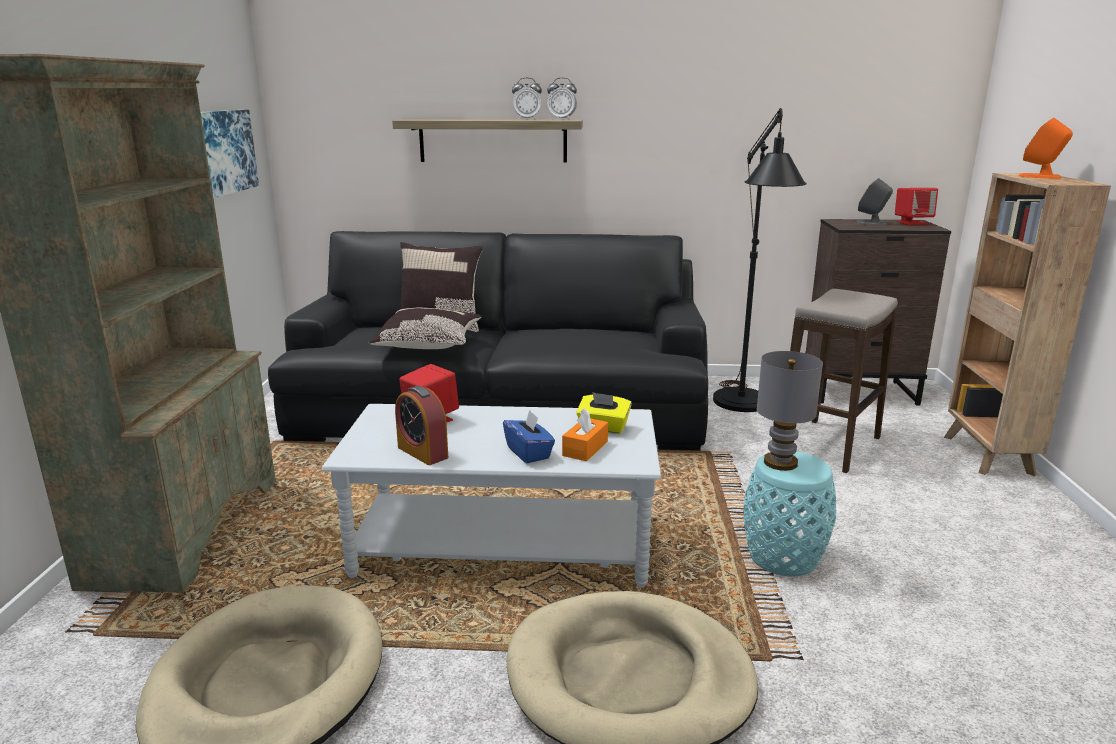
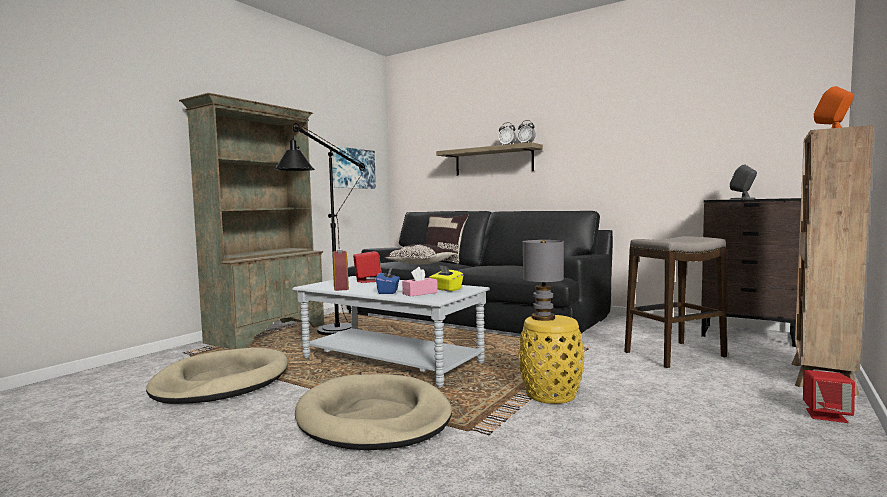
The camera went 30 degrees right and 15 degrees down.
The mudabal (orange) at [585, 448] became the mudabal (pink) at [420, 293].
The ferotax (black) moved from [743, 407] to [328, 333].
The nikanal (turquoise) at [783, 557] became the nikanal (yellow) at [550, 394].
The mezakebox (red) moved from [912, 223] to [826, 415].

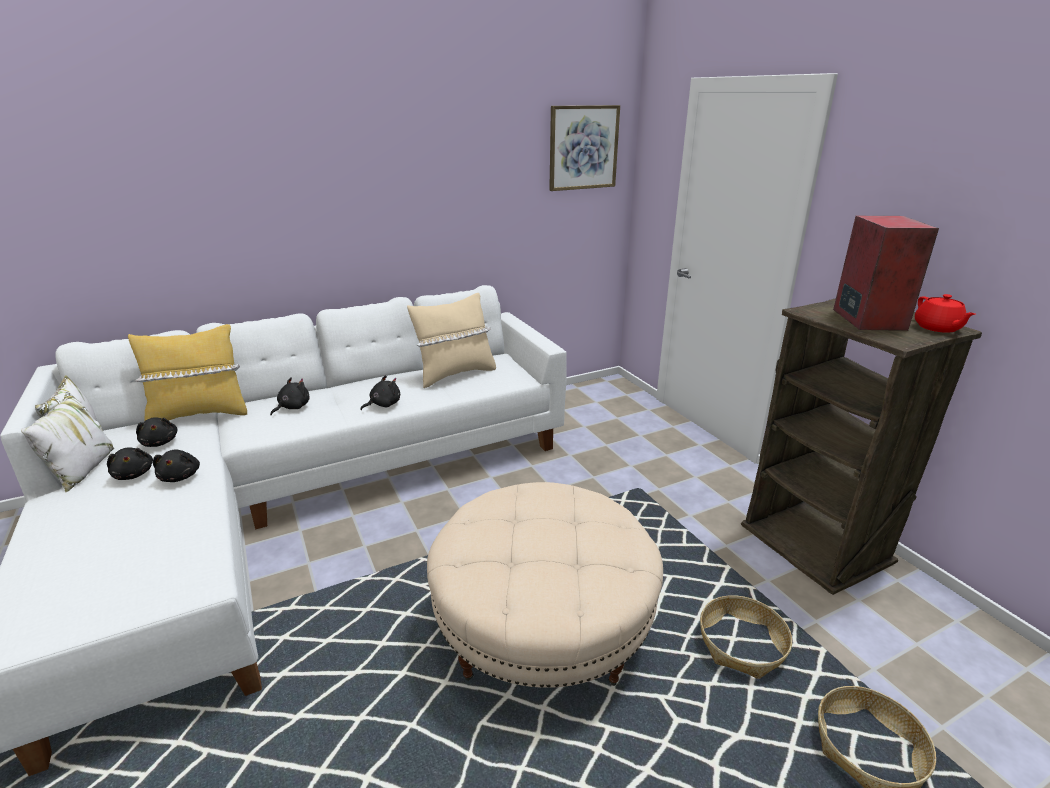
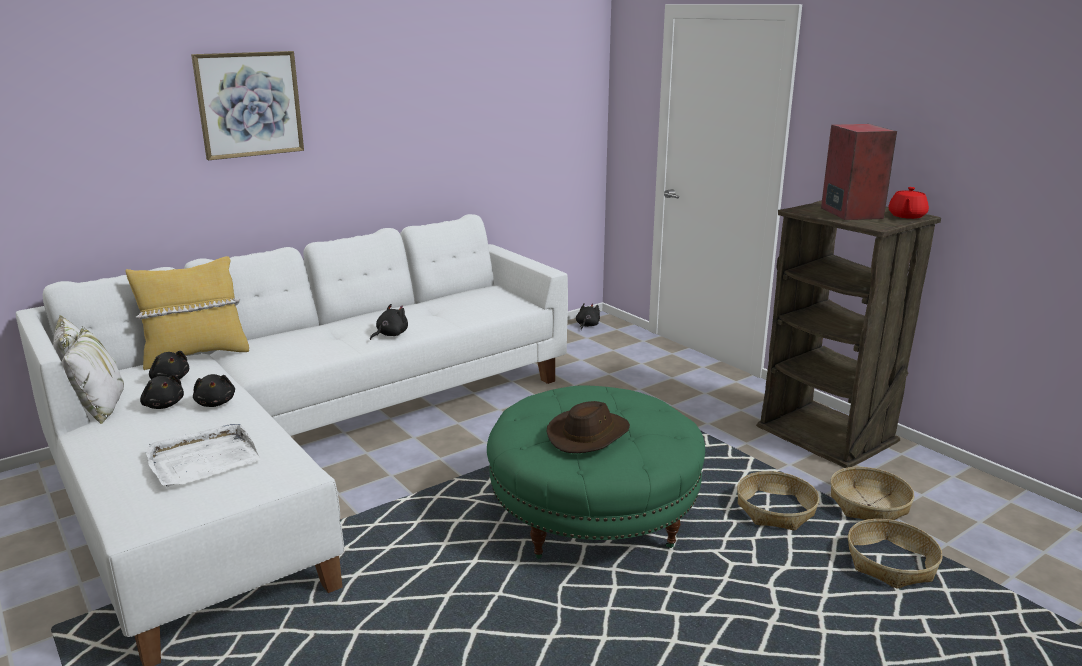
The camera went 10 degrees left and 5 degrees down.
The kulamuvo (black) moved from [292, 407] to [587, 325].
The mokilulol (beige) at [455, 374] disappeared.
The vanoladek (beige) at [543, 625] became the vanoladek (green) at [593, 516].
The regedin moved from [583, 148] to [249, 104].
The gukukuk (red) at [937, 328] turned 45 degrees clockwise.
The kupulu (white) at [202, 459] appeared.
The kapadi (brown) at [589, 434] appeared.
The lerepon at [869, 505] appeared.

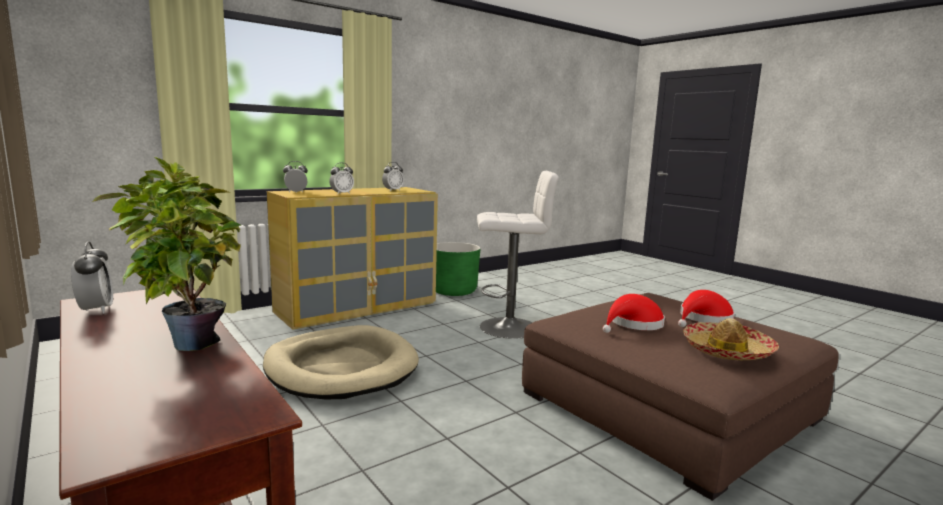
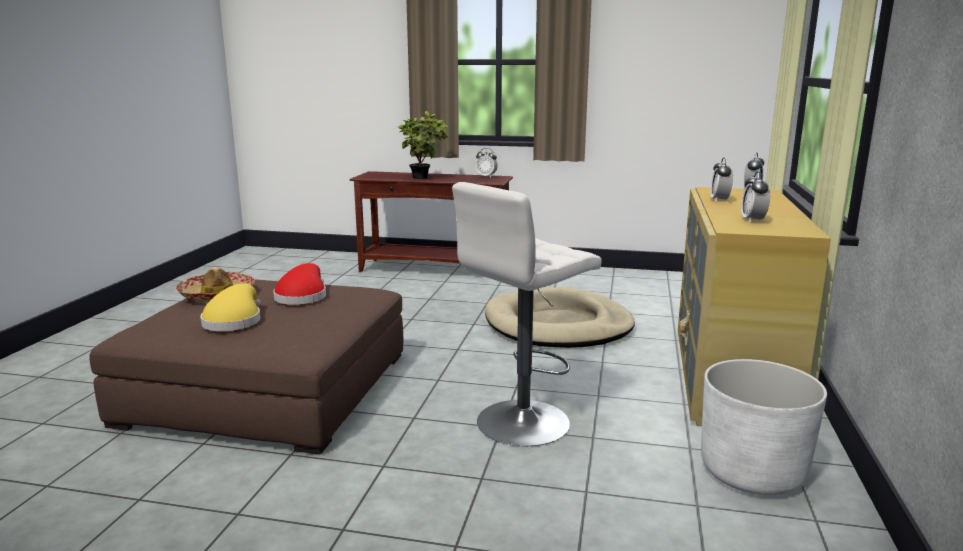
The camera went 140 degrees right and 5 degrees up.
The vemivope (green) at [453, 291] became the vemivope (white) at [752, 472].
The kapadi (red) at [703, 319] became the kapadi (yellow) at [234, 321].

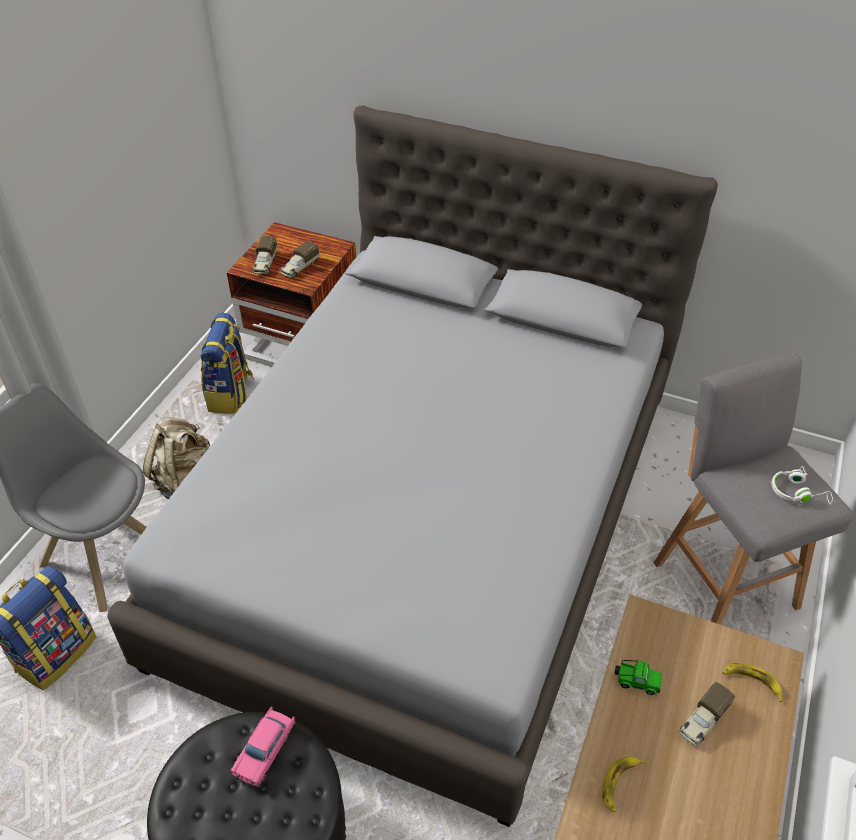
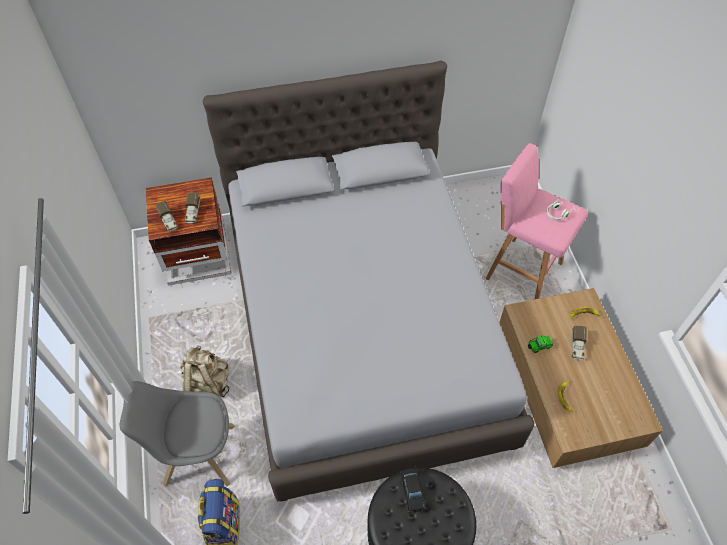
The camera went 35 degrees left and 10 degrees up.
The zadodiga at [231, 394] disappeared.
The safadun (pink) at [265, 750] became the safadun (black) at [412, 491].
The nikanal (grey) at [722, 580] became the nikanal (pink) at [521, 269].

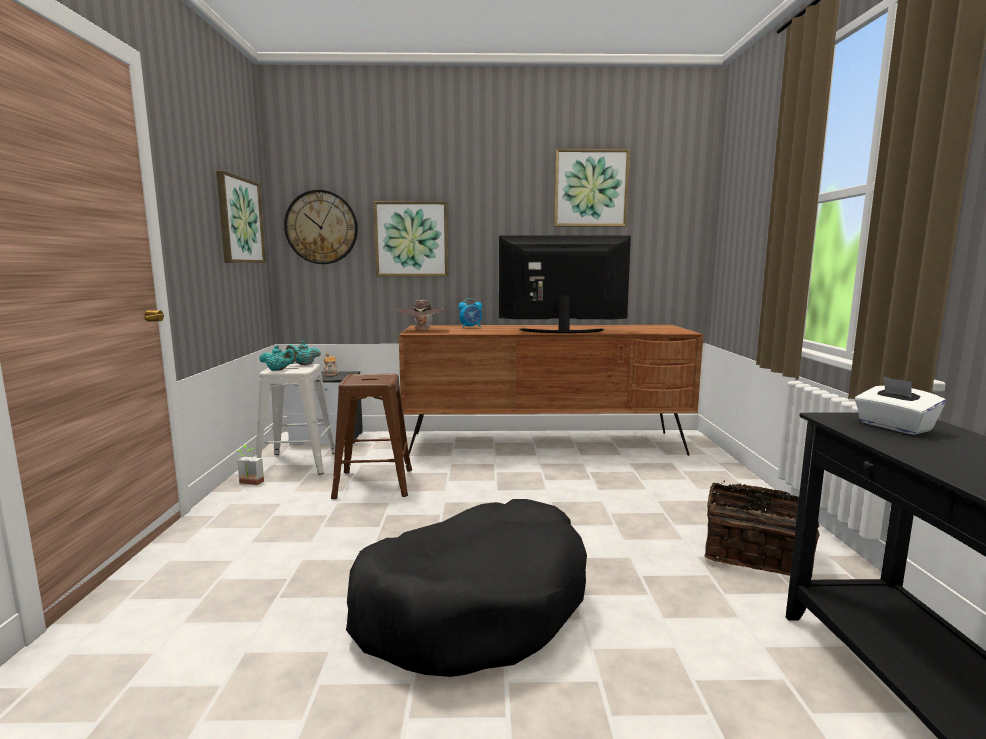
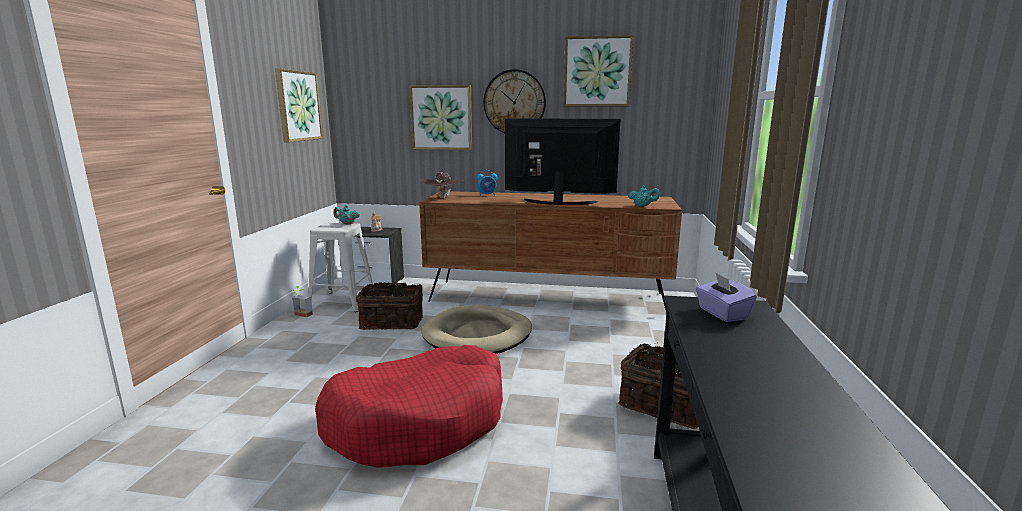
The camera went 10 degrees right and 5 degrees up.
The gukukuk (turquoise) moved from [278, 370] to [642, 206].
The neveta moved from [321, 227] to [514, 102].
The nikanal (brown) at [374, 483] was replaced by the lerepon at [392, 322].
The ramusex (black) at [473, 605] became the ramusex (red) at [419, 421].
The mudabal (white) at [894, 427] became the mudabal (purple) at [722, 313].
The ramusex (beige) at [478, 335] appeared.

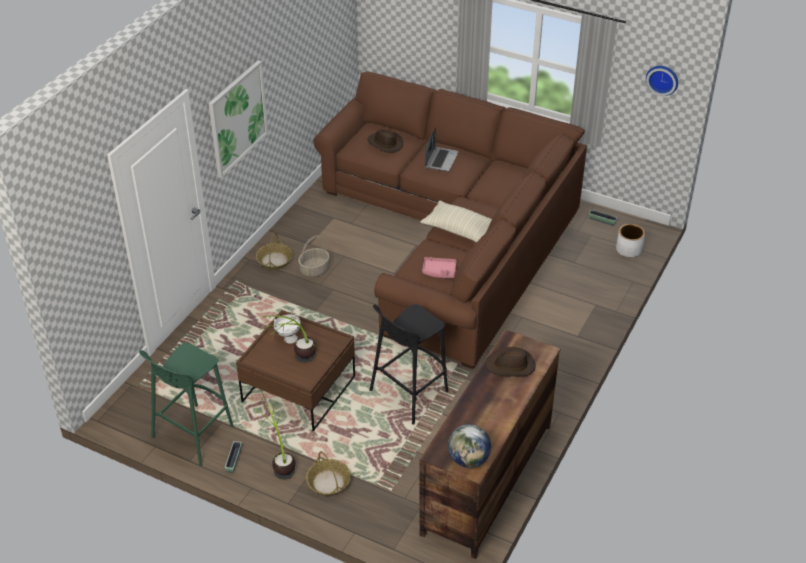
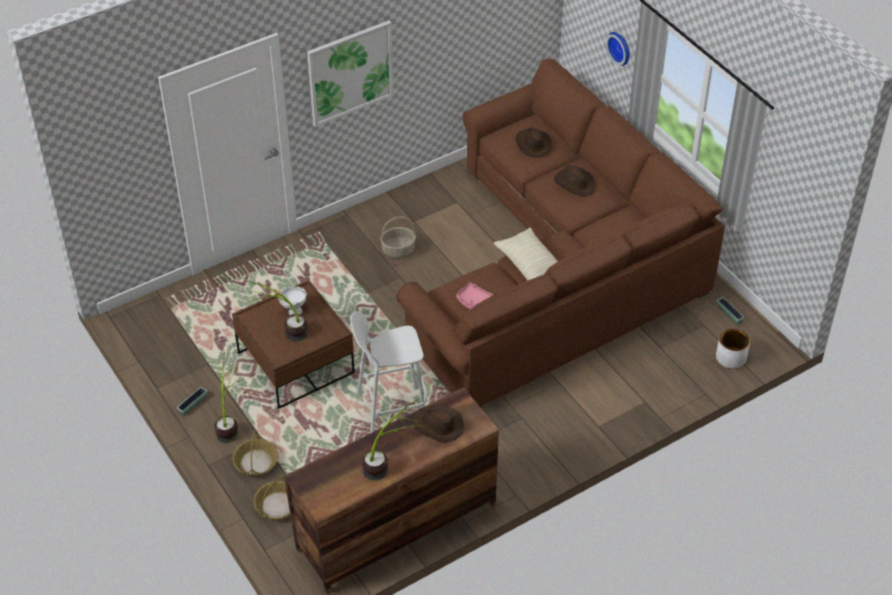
The camera went 30 degrees right and 5 degrees up.
The nikanal (green) at [193, 435] disappeared.
The lerepon moved from [275, 261] to [277, 505].
The nikanal (black) at [409, 394] became the nikanal (white) at [390, 412].
The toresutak at [441, 159] was replaced by the kapadi (brown) at [574, 183].
The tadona at [469, 460] disappeared.
The neveta moved from [663, 79] to [620, 47].
The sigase at [389, 466] appeared.

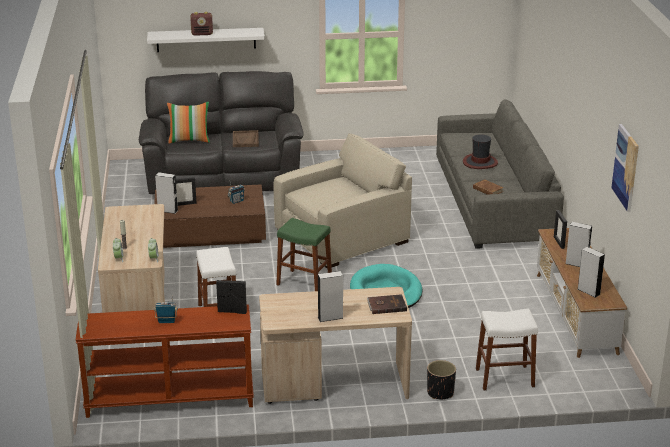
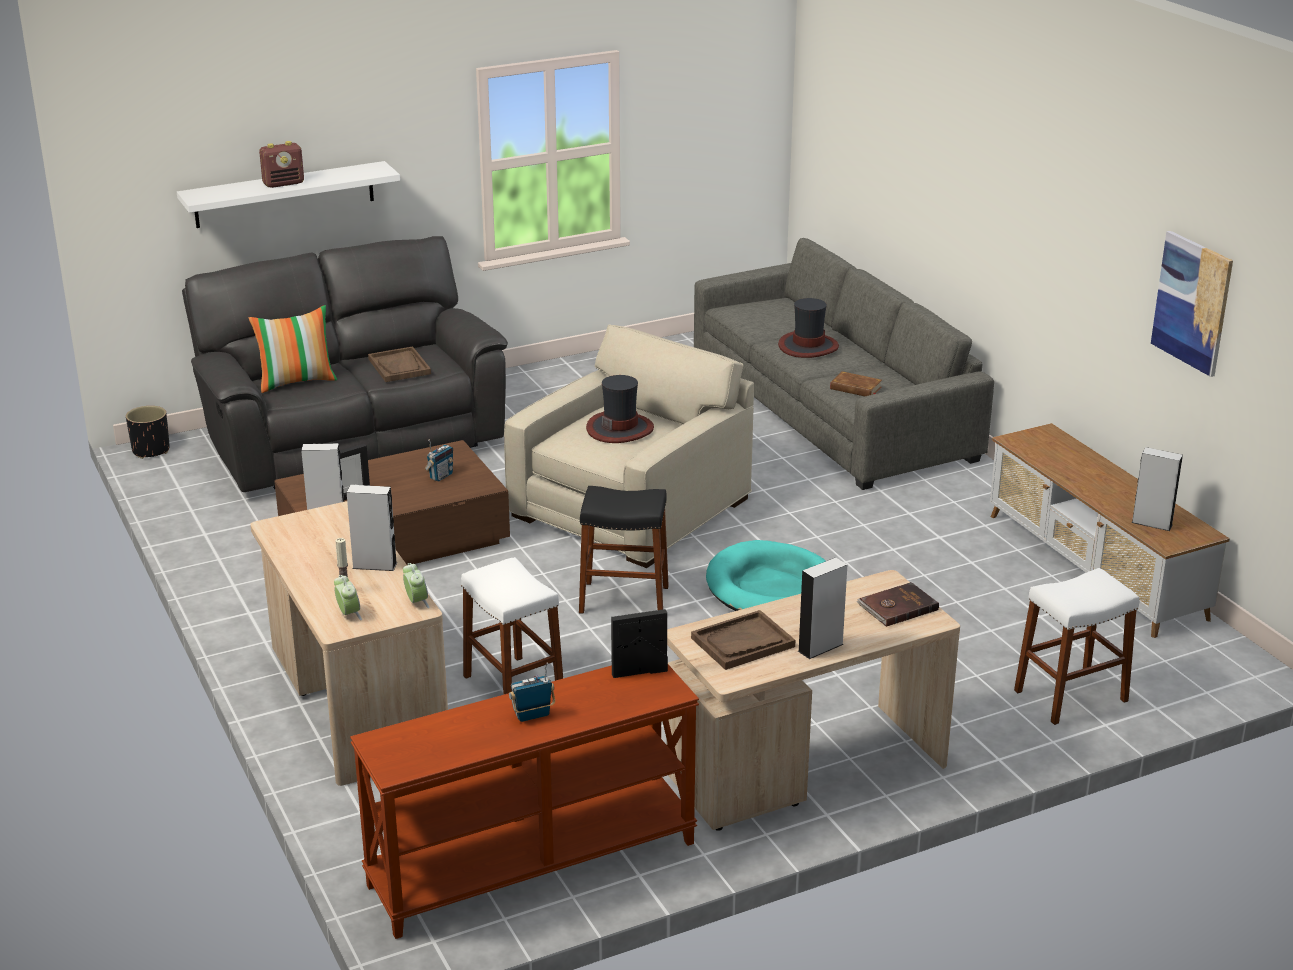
The camera went 20 degrees left and 0 degrees up.
The nikanal (green) at [304, 282] became the nikanal (black) at [624, 599].
The vemivope (black) moved from [440, 392] to [151, 450].
The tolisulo at [559, 242] disappeared.
The mezakebox (grey) moved from [576, 264] to [374, 565].
The kapadi at [620, 428] appeared.
The kupulu (brown) at [742, 643] appeared.

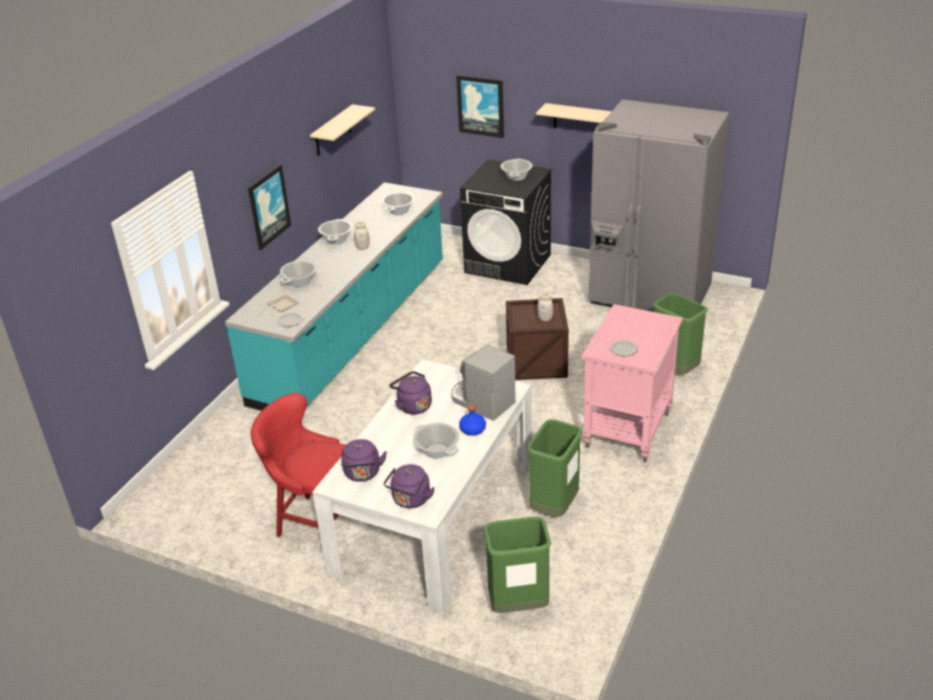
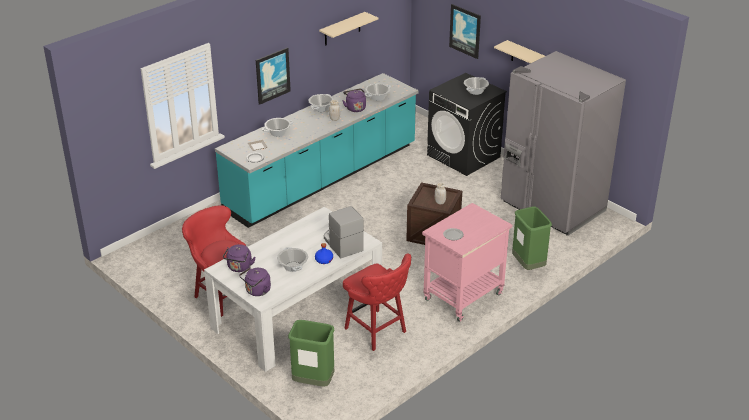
The camera went 20 degrees right and 0 degrees up.
The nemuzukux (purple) moved from [412, 406] to [355, 108].
The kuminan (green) at [554, 507] was replaced by the nikanal (red) at [377, 331].

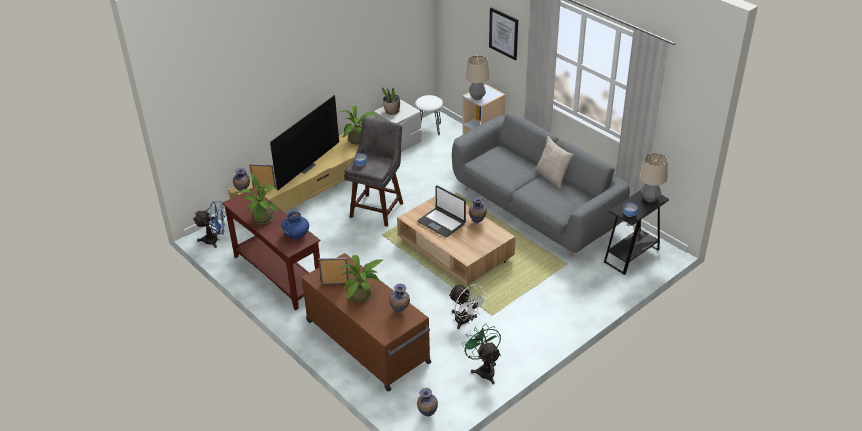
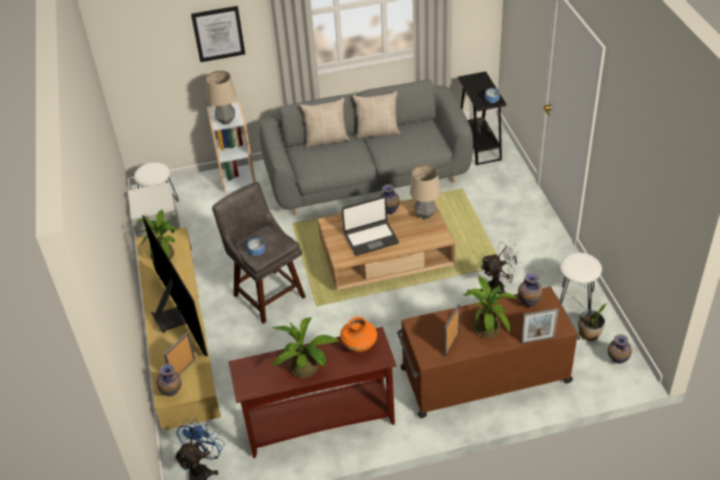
The camera went 60 degrees left and 5 degrees up.
The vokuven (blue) at [296, 235] became the vokuven (orange) at [359, 345].
The sigase moved from [392, 112] to [589, 334].
The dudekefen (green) at [484, 370] was replaced by the nikanal (white) at [576, 298].
The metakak moved from [650, 199] to [425, 214].
The mokilulol (beige) at [326, 139] appeared.
The tolisulo at [537, 340] appeared.

